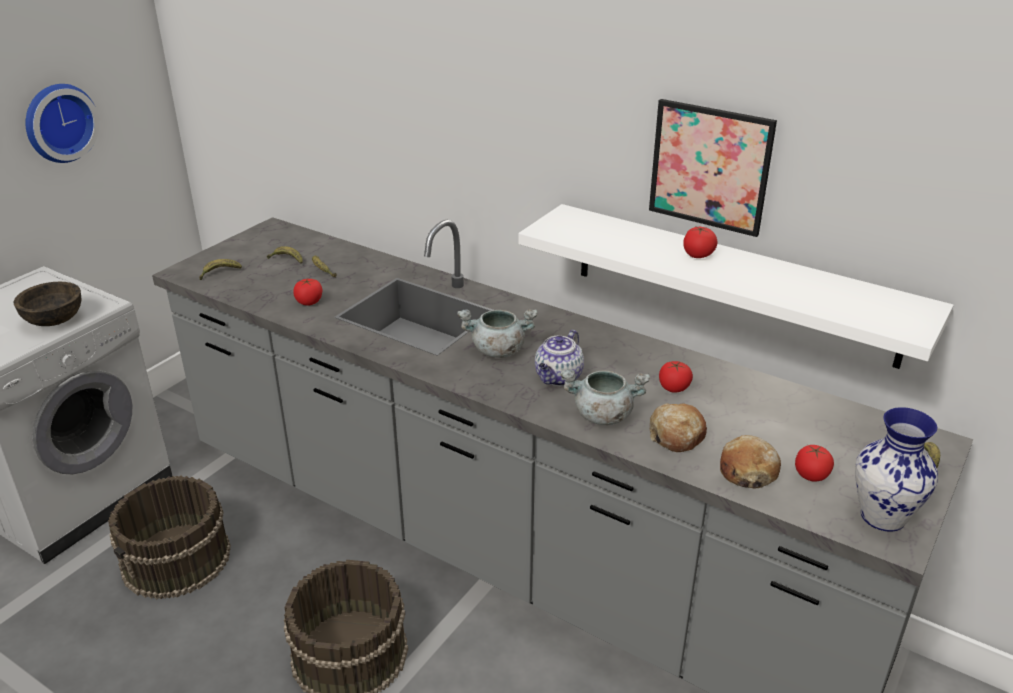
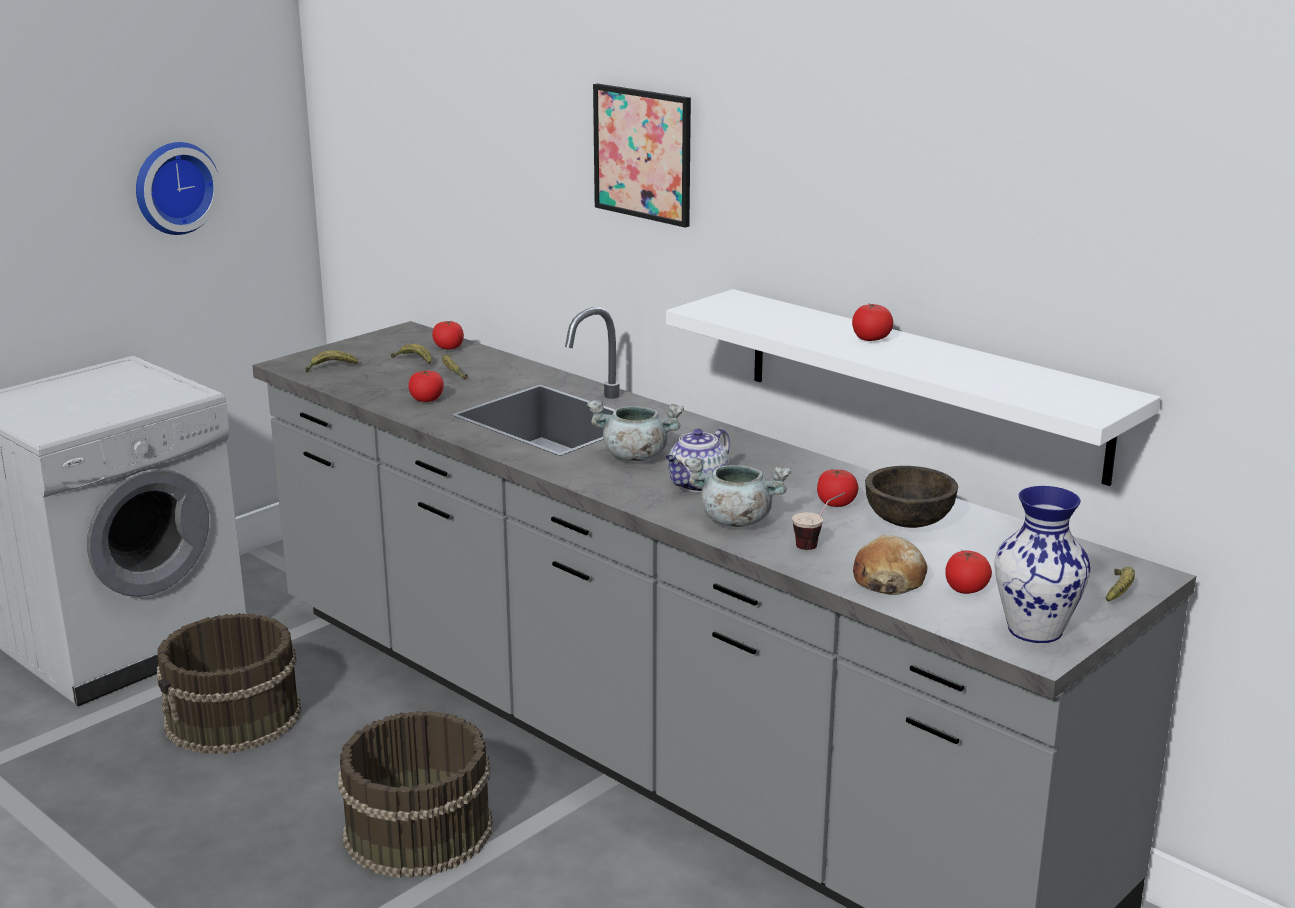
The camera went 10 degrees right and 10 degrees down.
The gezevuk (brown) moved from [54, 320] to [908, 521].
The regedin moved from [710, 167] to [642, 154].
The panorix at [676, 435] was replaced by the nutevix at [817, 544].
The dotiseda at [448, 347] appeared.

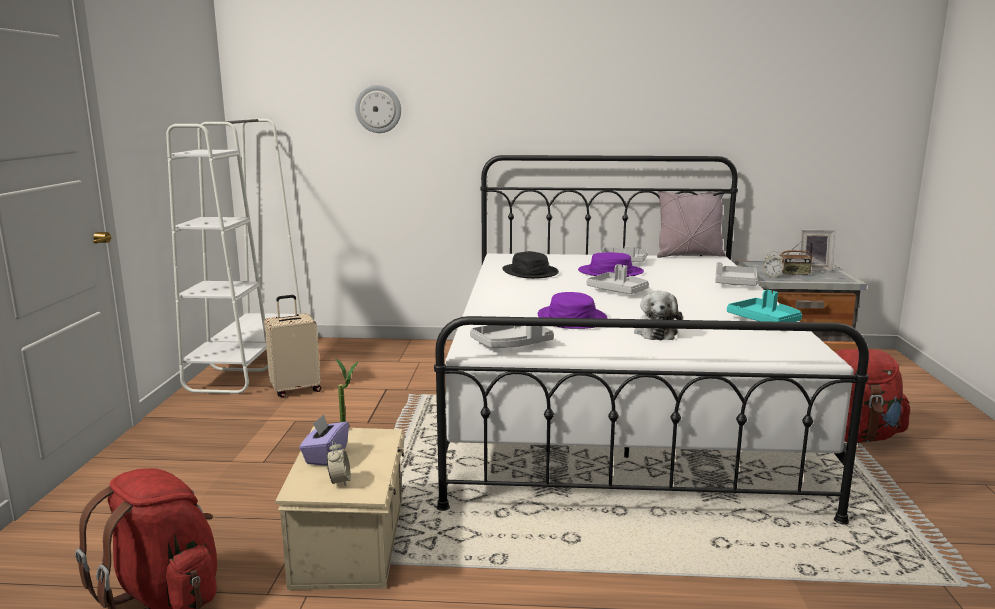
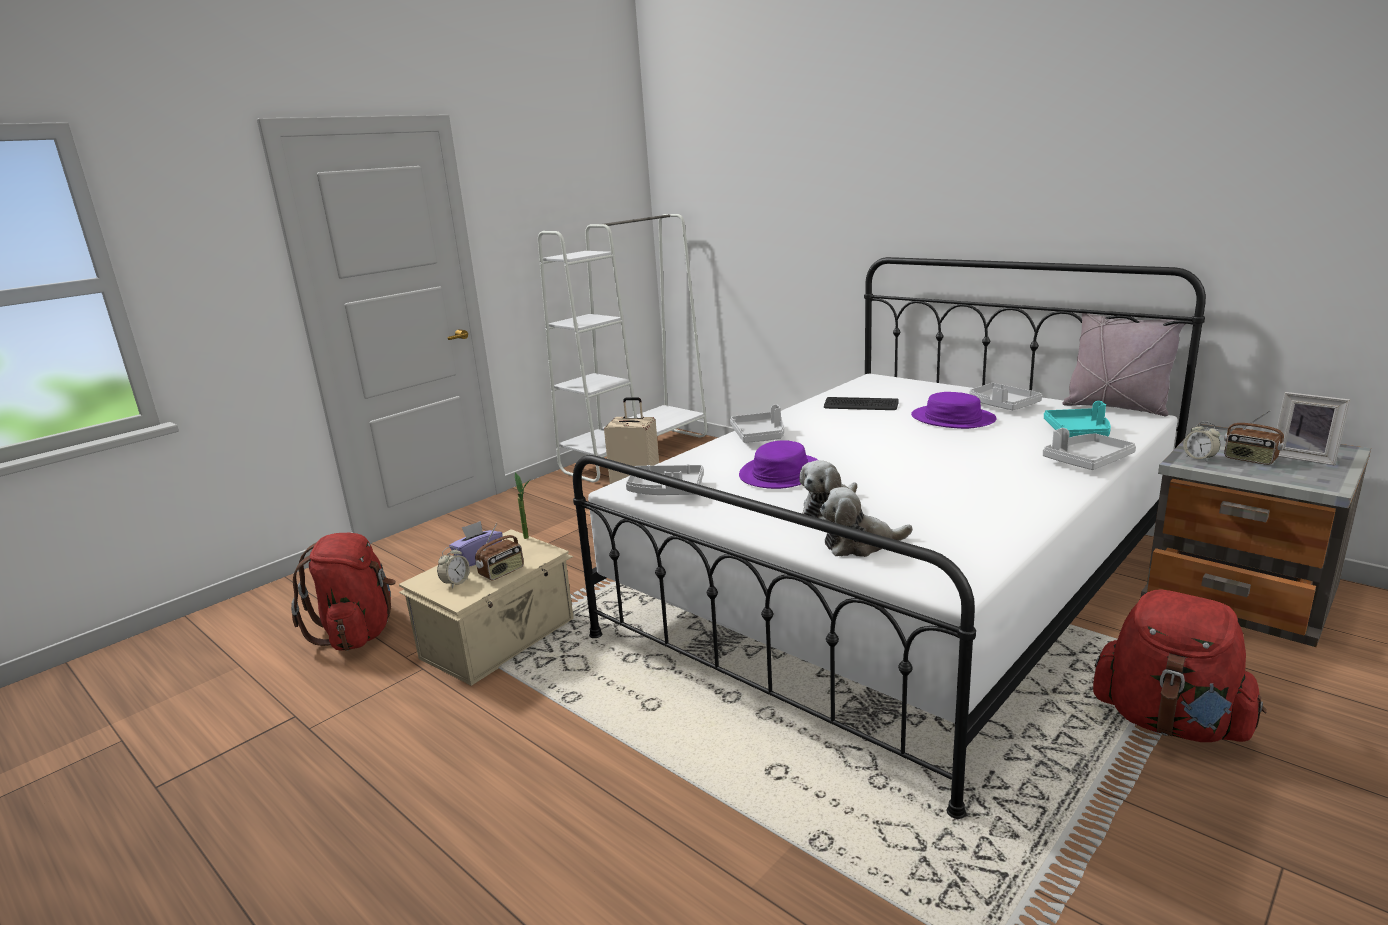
The camera went 40 degrees right and 5 degrees up.
The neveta at [378, 109] disappeared.
The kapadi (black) at [530, 272] was replaced by the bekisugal at [860, 405].
The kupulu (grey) moved from [618, 291] to [759, 436].
The kupulu (turquoise) moved from [764, 321] to [1078, 433].
The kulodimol at [502, 572] appeared.
The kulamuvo at [860, 544] appeared.

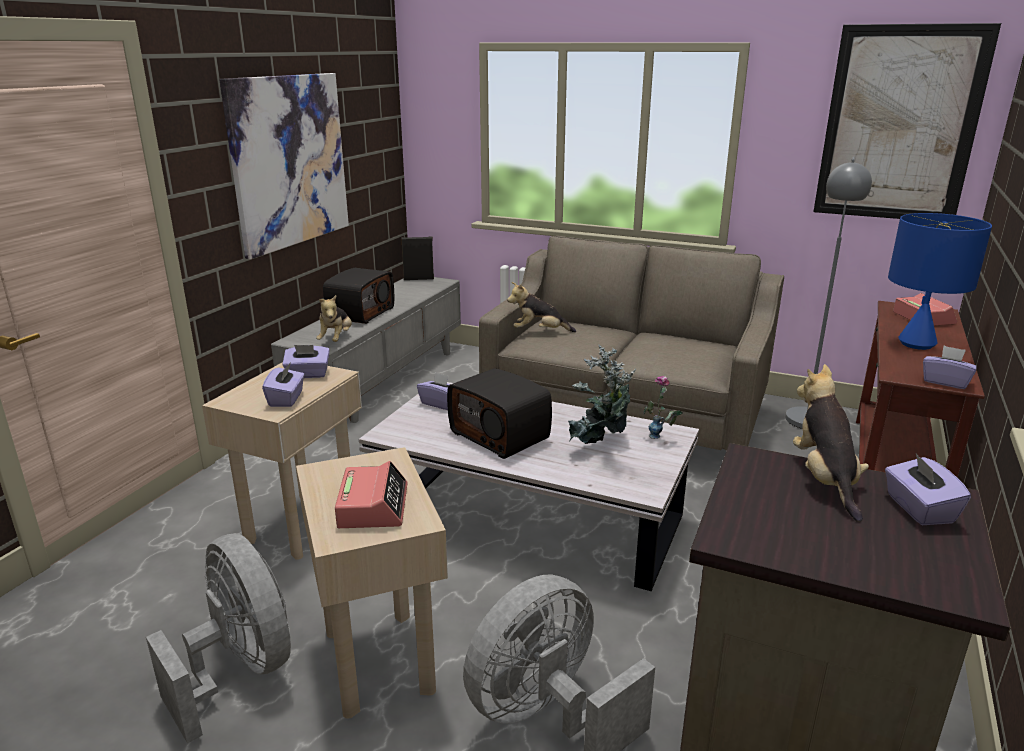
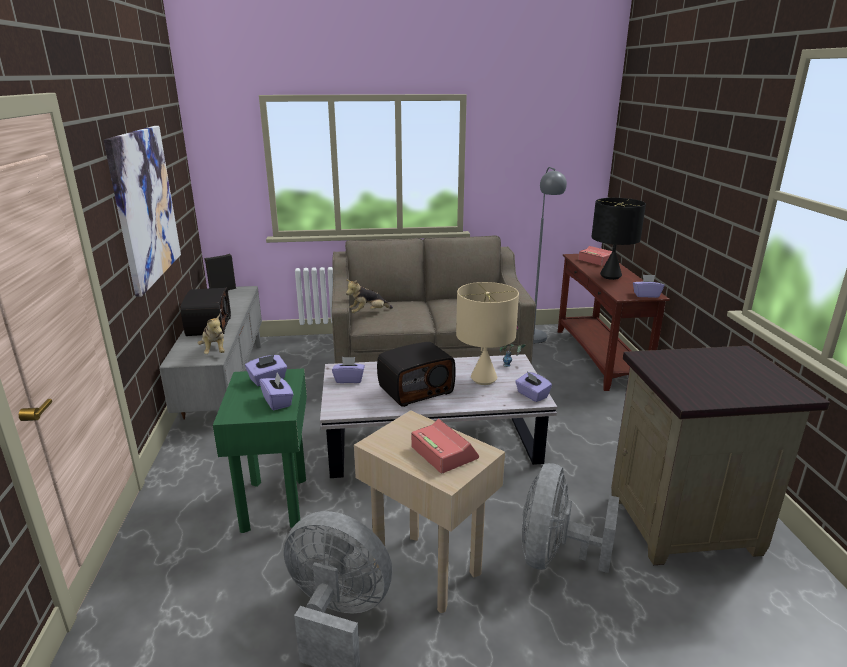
The camera went 30 degrees left and 0 degrees up.
The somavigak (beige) at [302, 525] became the somavigak (green) at [276, 503].
The kulodimol at [501, 435] turned 45 degrees counterclockwise.
The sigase at [600, 446] was replaced by the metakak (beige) at [483, 380].
The kulamuvo at [824, 480] disappeared.
The regedin at [899, 125] disappeared.
The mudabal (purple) moved from [918, 509] to [532, 395].
The metakak (blue) at [916, 344] became the metakak (black) at [610, 277].

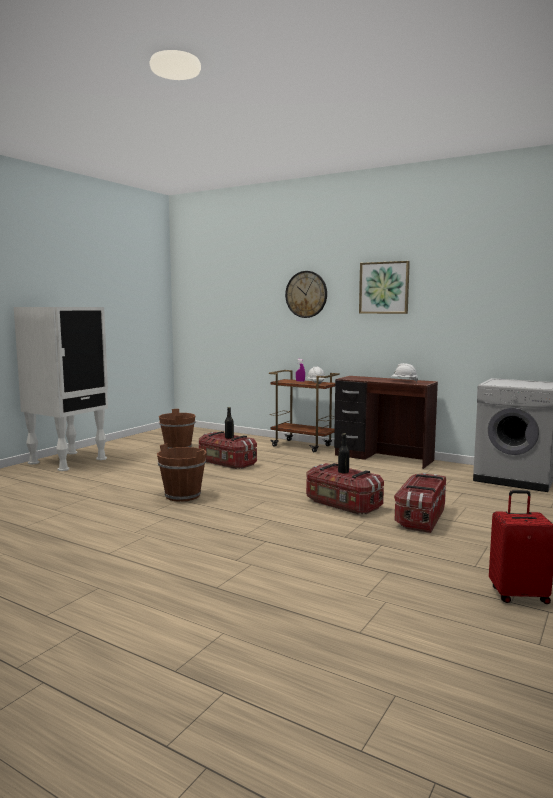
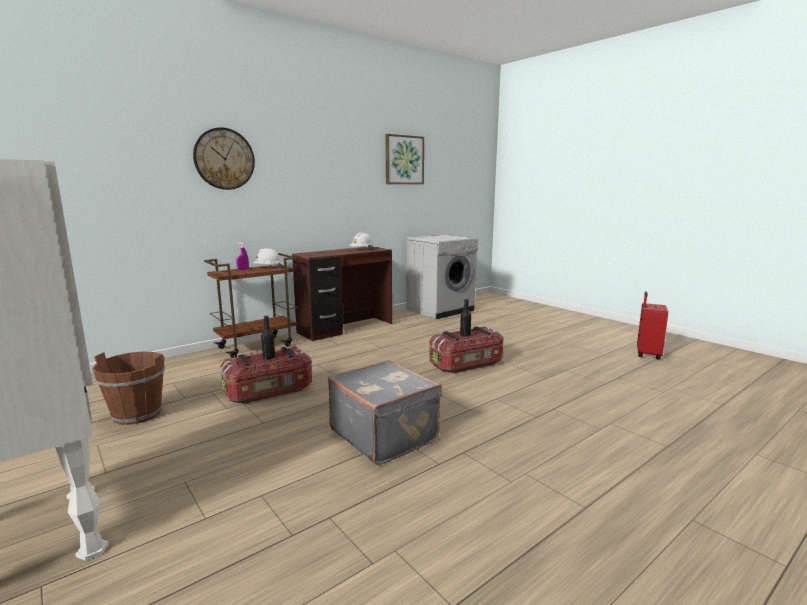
The camera went 70 degrees left and 5 degrees up.
The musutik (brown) at [183, 496] was replaced by the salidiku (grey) at [385, 434].
The regedin moved from [384, 288] to [404, 160].
The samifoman at [420, 518] disappeared.

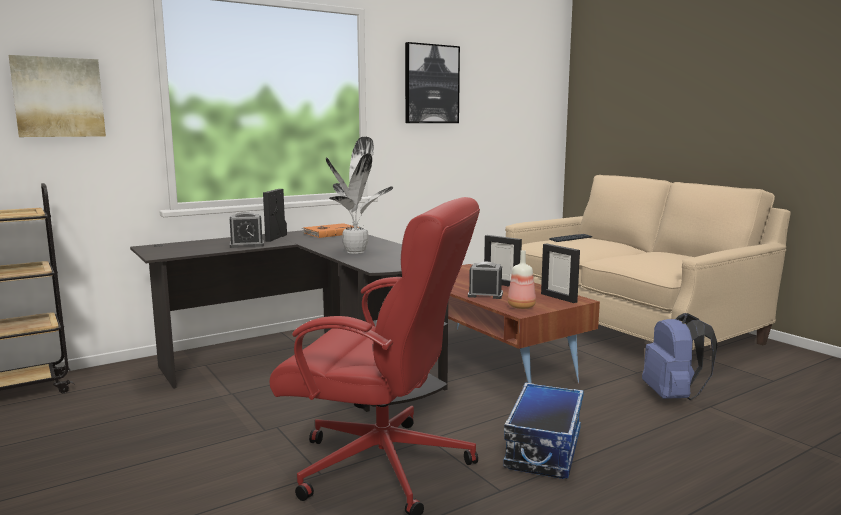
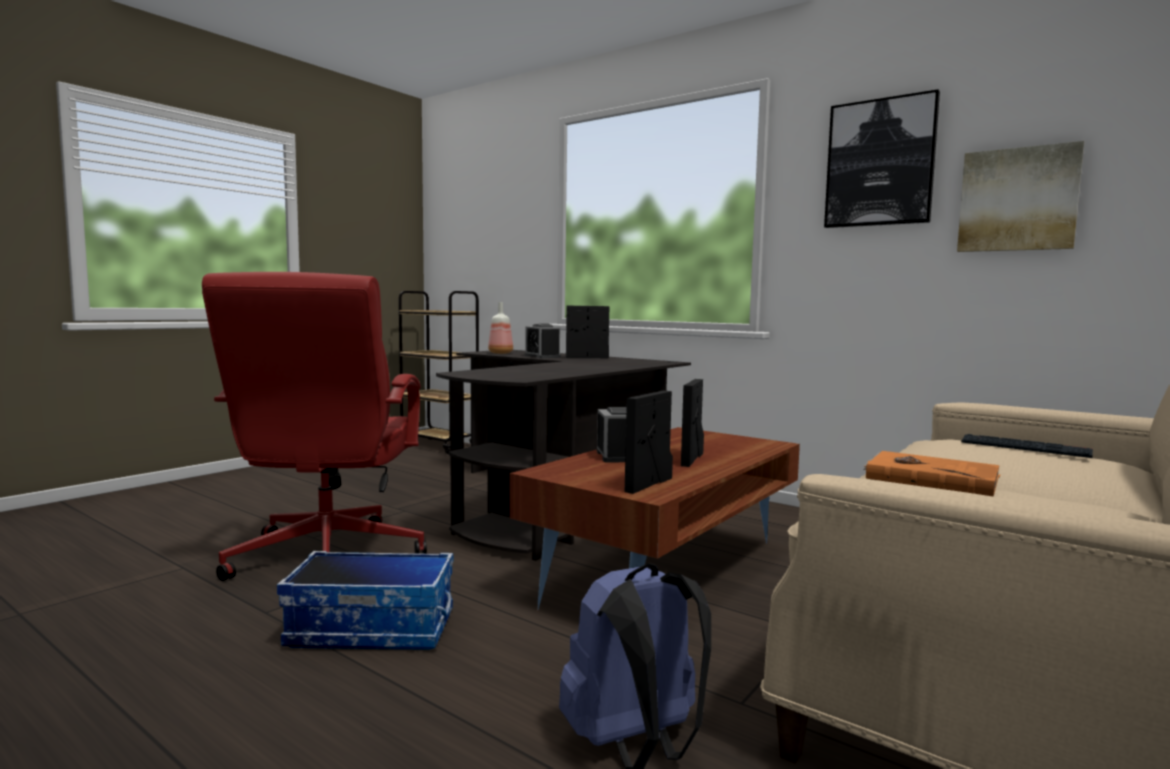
The camera went 70 degrees right and 5 degrees down.
The regedin moved from [58, 97] to [1018, 200].
The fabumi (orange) moved from [330, 233] to [930, 478].
The sigase at [356, 251] disappeared.
The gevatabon moved from [521, 306] to [501, 353].

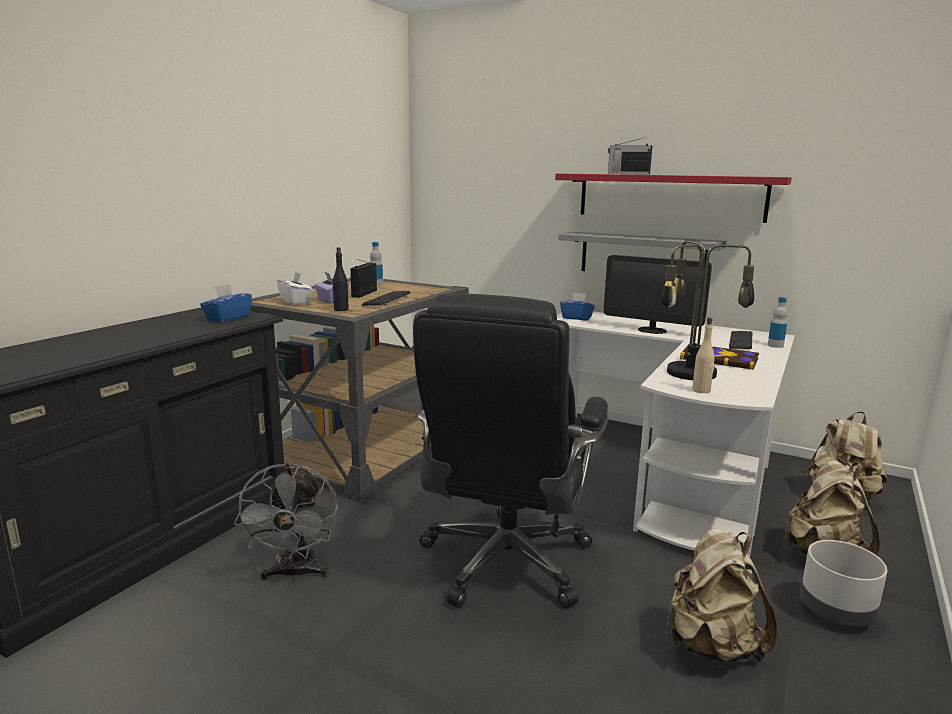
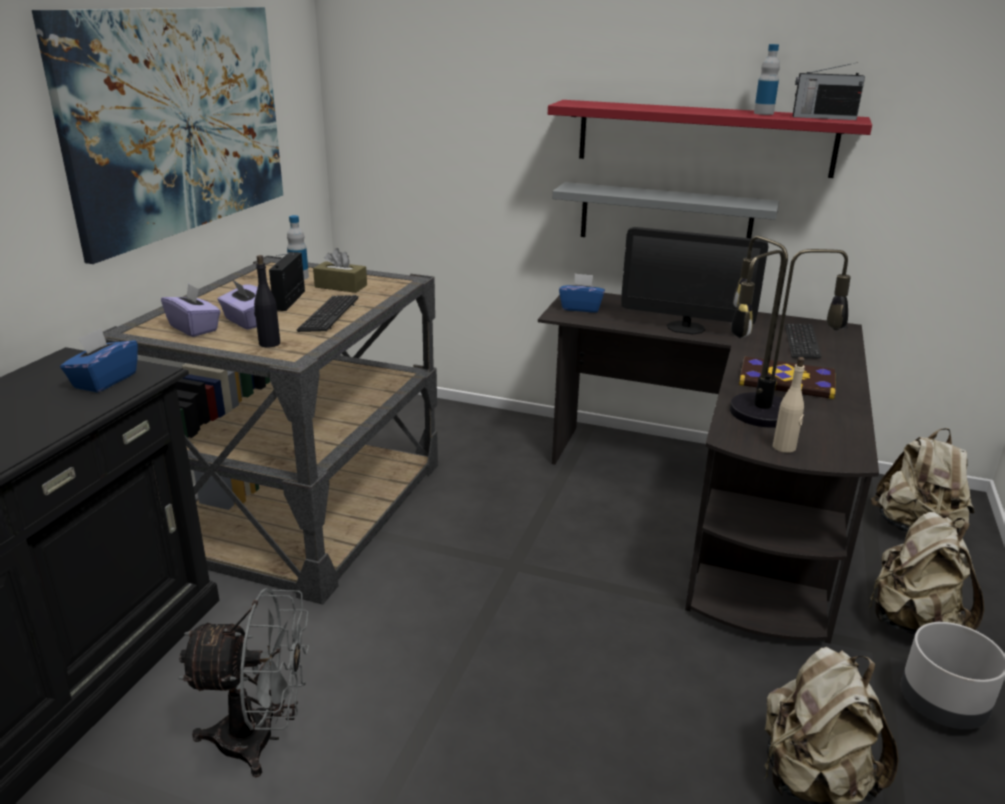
The camera went 10 degrees left and 10 degrees up.
The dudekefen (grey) at [295, 574] turned 75 degrees counterclockwise.
The mudabal (white) at [296, 302] became the mudabal (purple) at [194, 328].
The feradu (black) at [506, 560] disappeared.
The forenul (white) at [672, 470] became the forenul (black) at [712, 506].
The kulodimol moved from [628, 174] to [822, 117].
The gevatabon moved from [775, 345] to [763, 113].
The regedin at [180, 121] appeared.
The mudabal (brown) at [341, 286] appeared.

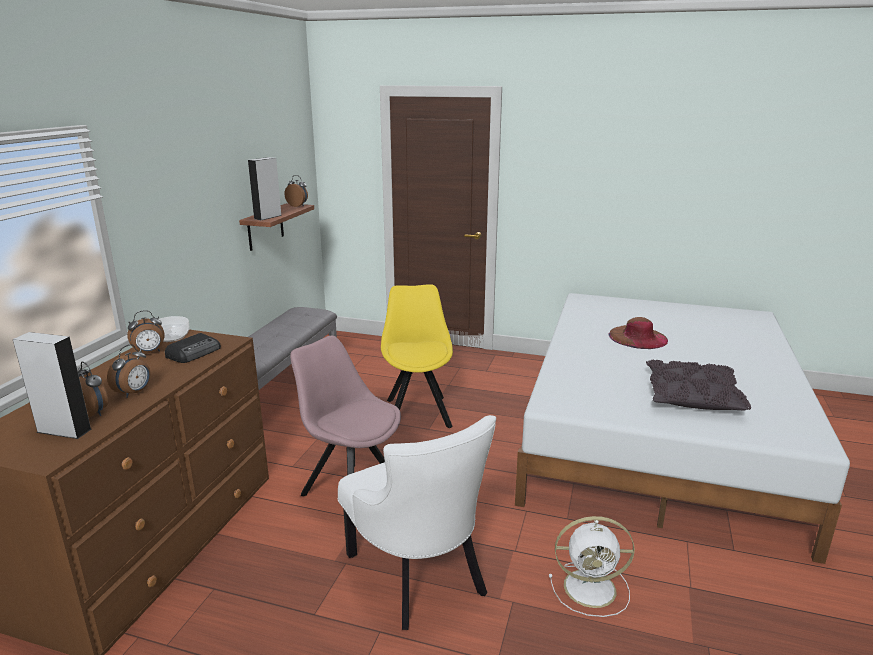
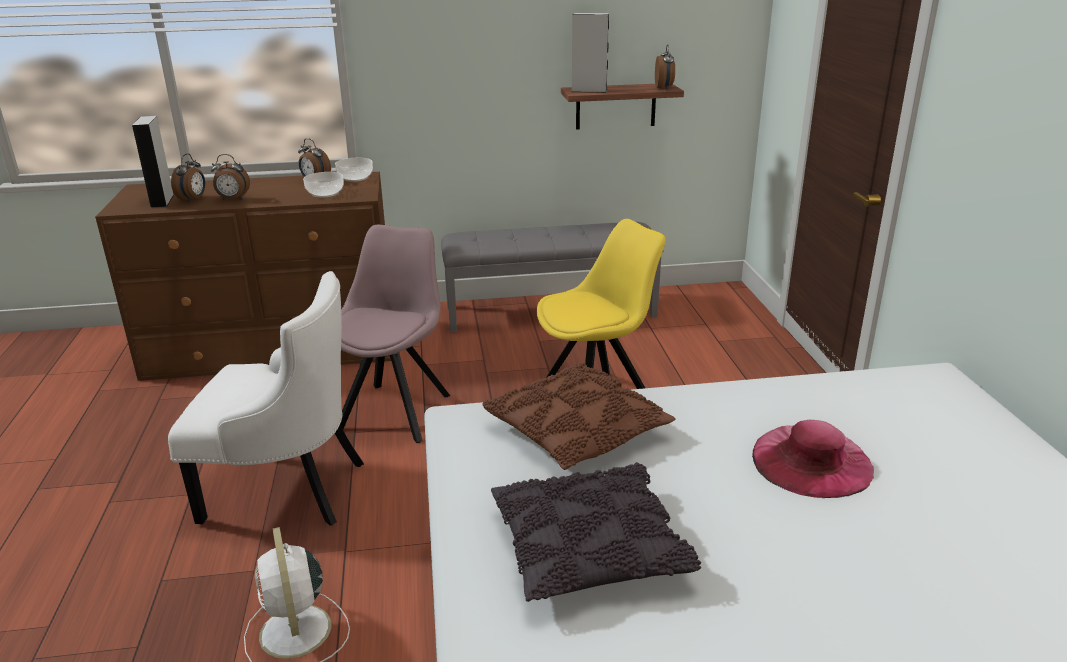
The camera went 65 degrees right and 5 degrees up.
The kulodimol at [195, 352] was replaced by the gezevuk at [325, 193].
The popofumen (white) at [416, 571] turned 120 degrees counterclockwise.
The kapadi (brown) at [638, 337] became the kapadi (pink) at [811, 461].
The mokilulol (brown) at [576, 431] appeared.

